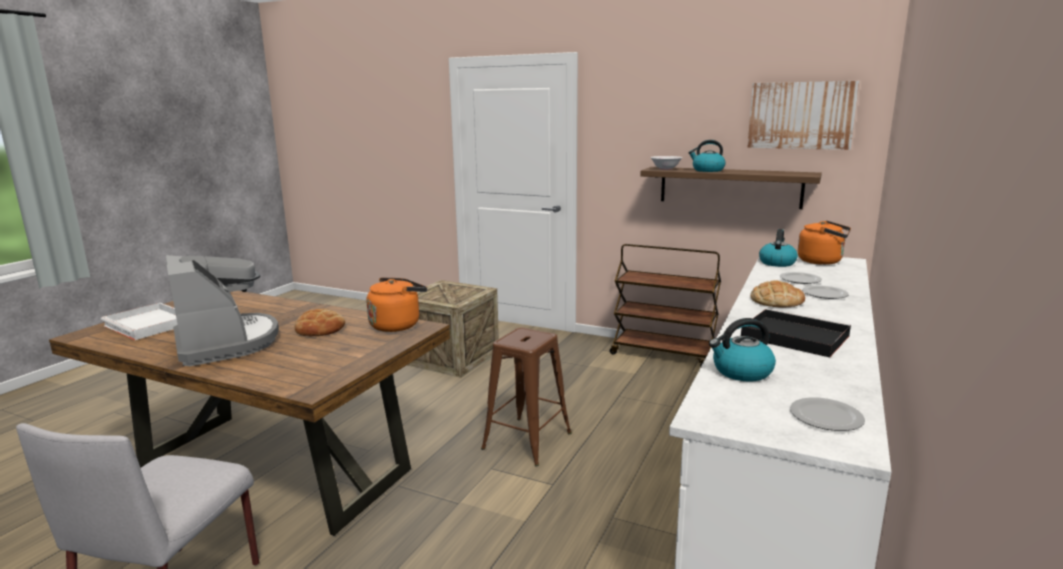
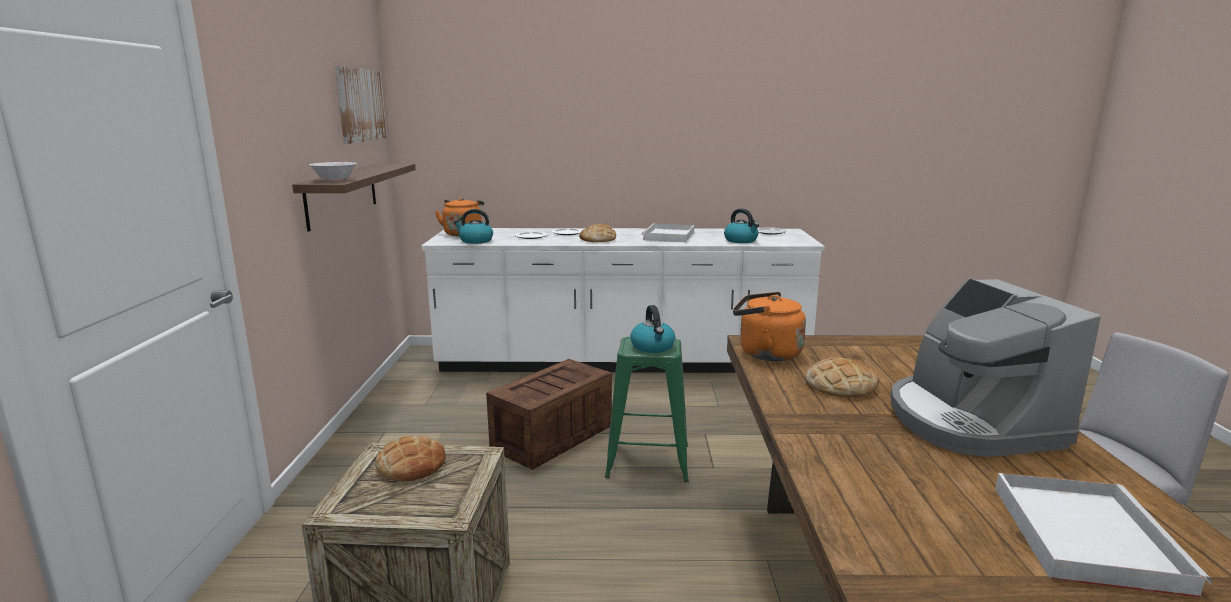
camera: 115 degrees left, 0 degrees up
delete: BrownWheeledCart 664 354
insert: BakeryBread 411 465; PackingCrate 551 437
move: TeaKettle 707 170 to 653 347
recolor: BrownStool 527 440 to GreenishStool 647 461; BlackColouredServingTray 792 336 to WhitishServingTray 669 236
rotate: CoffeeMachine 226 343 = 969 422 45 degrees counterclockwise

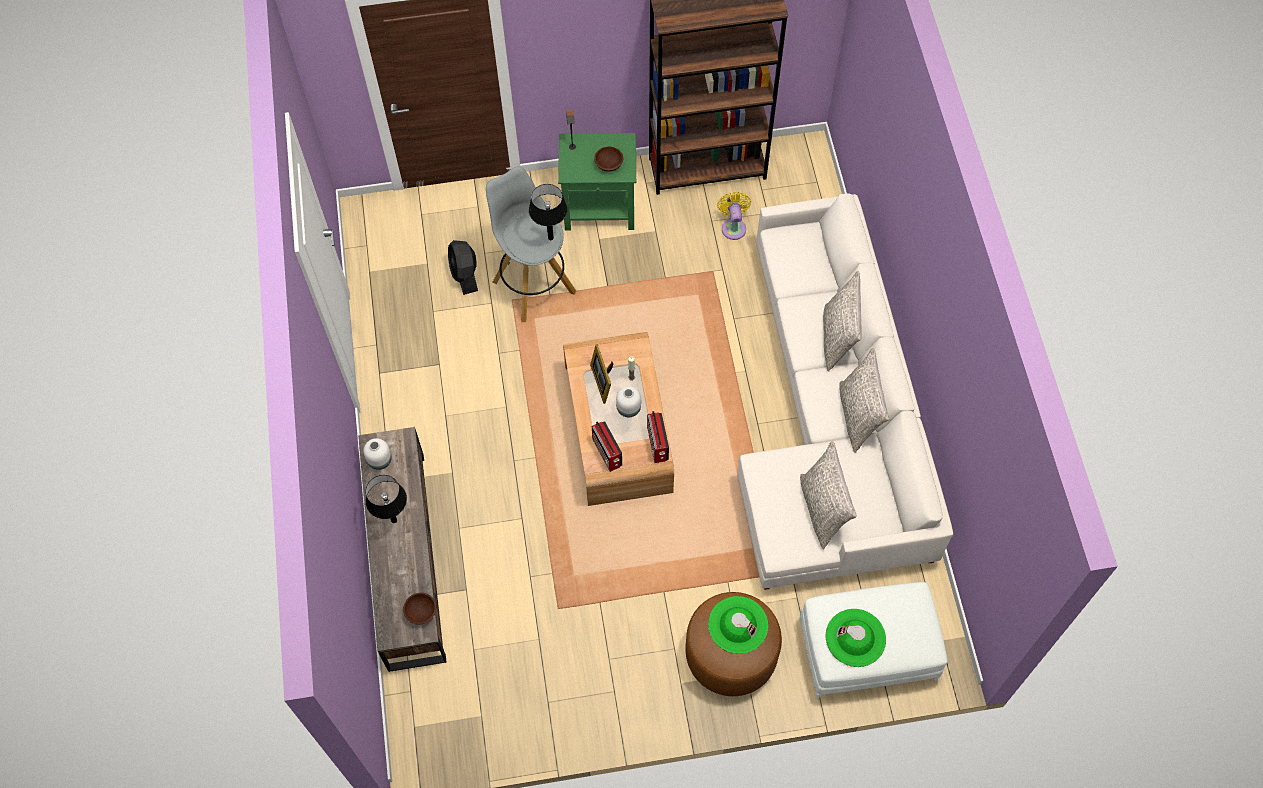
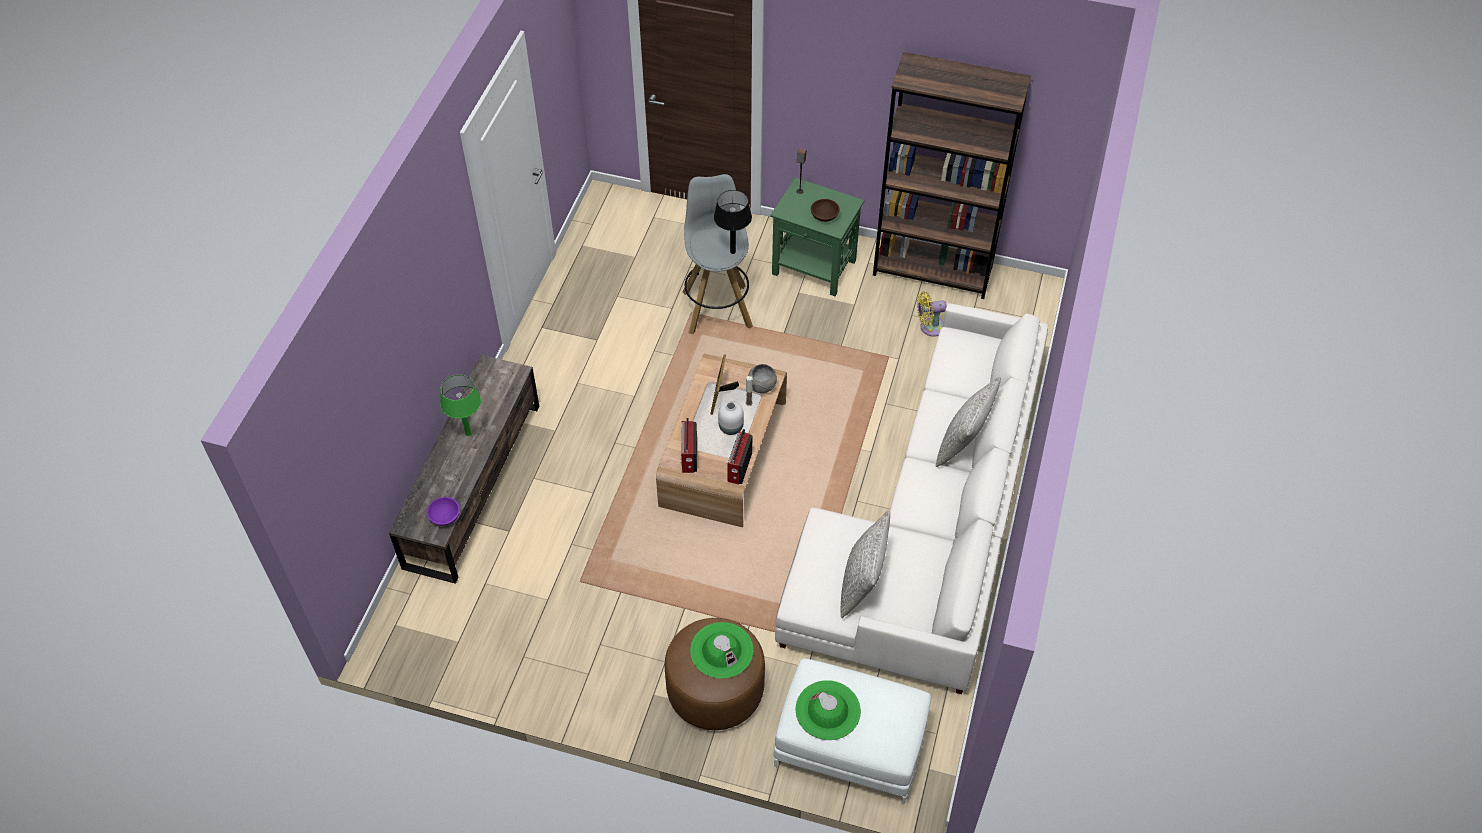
camera: 25 degrees right, 10 degrees down
delete: WhitishFlowerVase 380 461; BlackColouredCoolingFan 465 274; GreyishThrowPillow 858 416
insert: GreyishBowl 761 386
recolor: BrownBowl 421 612 to PurplishBowl 444 517; BlackColouredTableLamp 394 520 to GreenishTableLamp 468 434
rotate: YellowCoolingFan 733 226 = 929 327 120 degrees counterclockwise

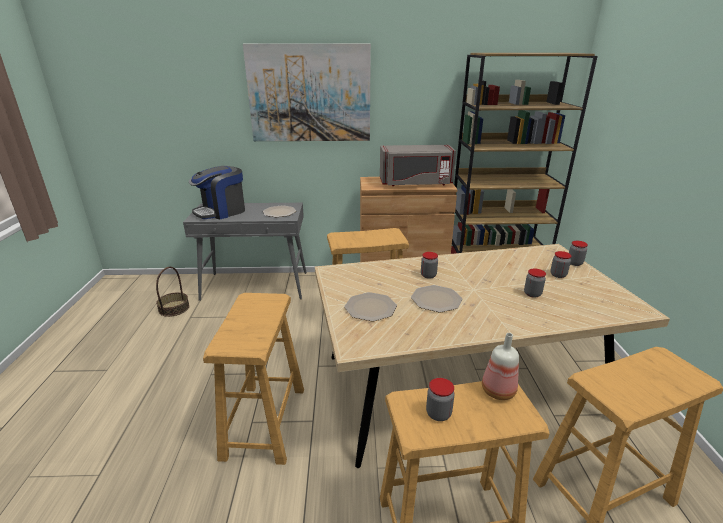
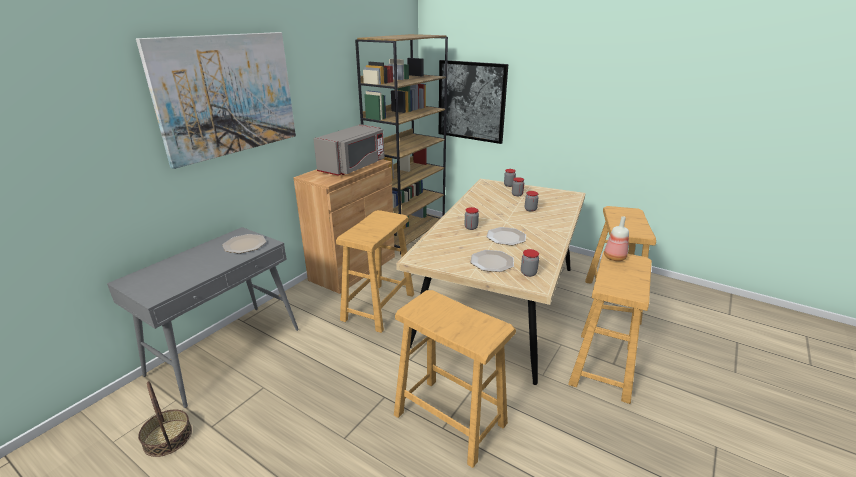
camera: 55 degrees left, 0 degrees up
delete: CoffeeMachine 221 211
insert: WallPicture 471 101
move: PreserveJar 438 413 to 528 273

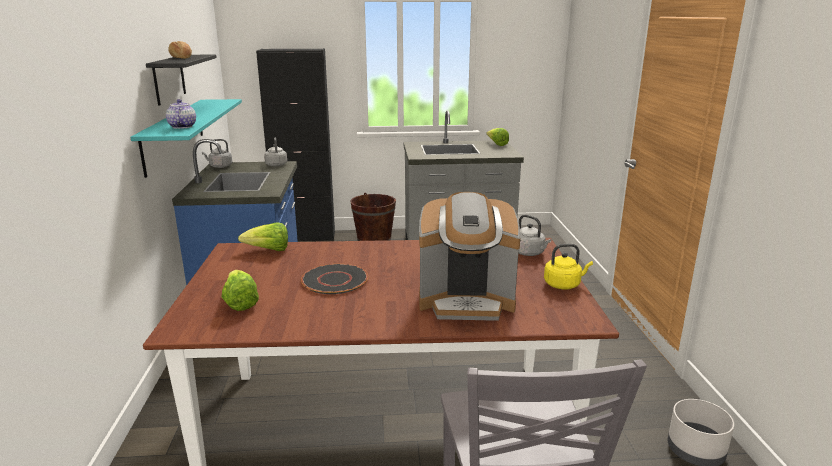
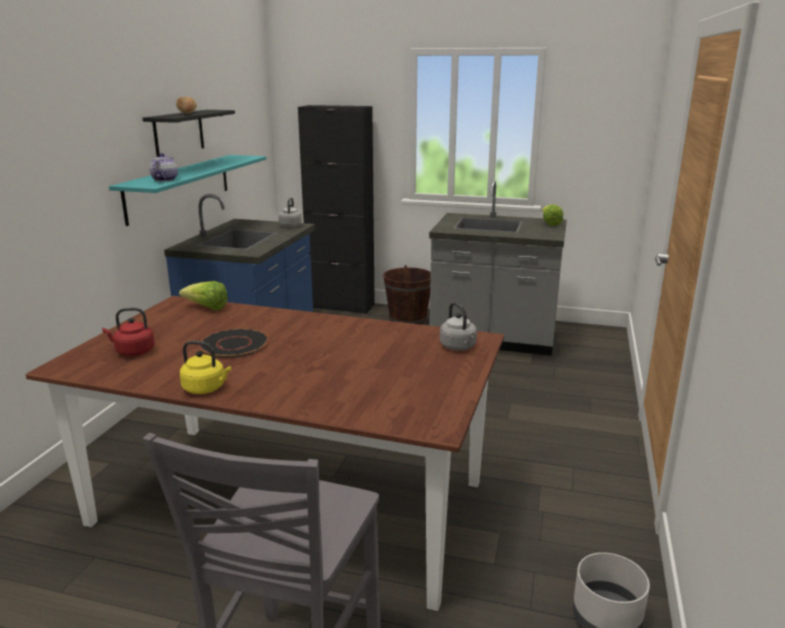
camera: 20 degrees right, 0 degrees up
delete: GreyishTeaKettle 219 166; CoffeeMachine 466 301
move: YellowTeaKettle 564 284 to 206 388
replace: HeadOfLettuce 240 303 to RedTeaKettle 133 352

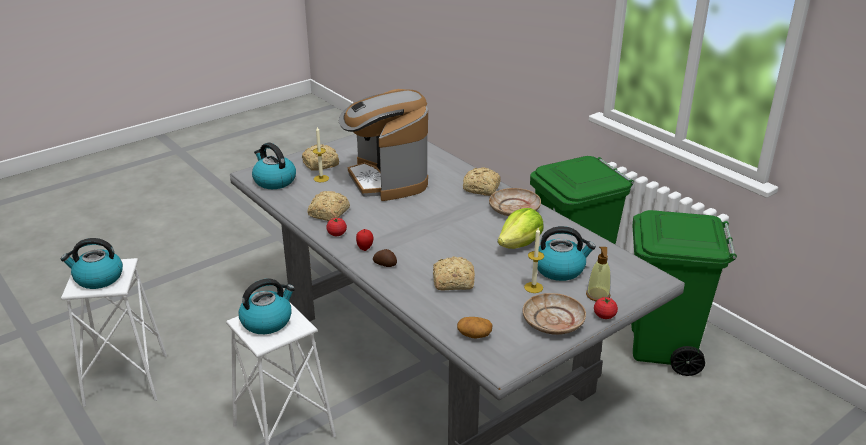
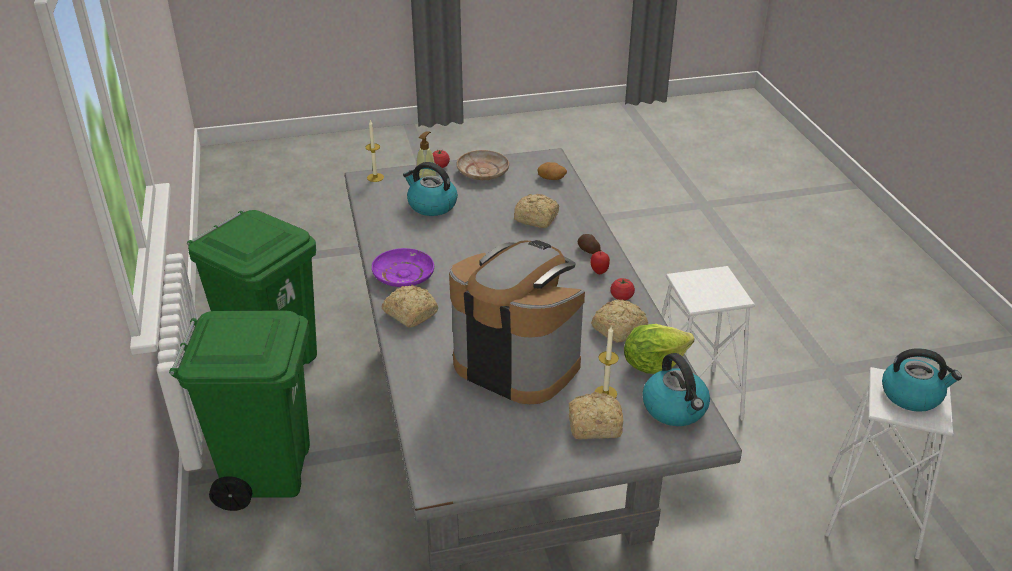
camera: 155 degrees left, 5 degrees up
delete: TeaKettle 267 321
move: Candle 533 287 to 375 177; HeadOfLettuce 520 244 to 653 364
recolor: BeigePlate 514 209 to PurplishPlate 403 275
rotate: CoffeeMachine 387 180 = 516 362 60 degrees counterclockwise

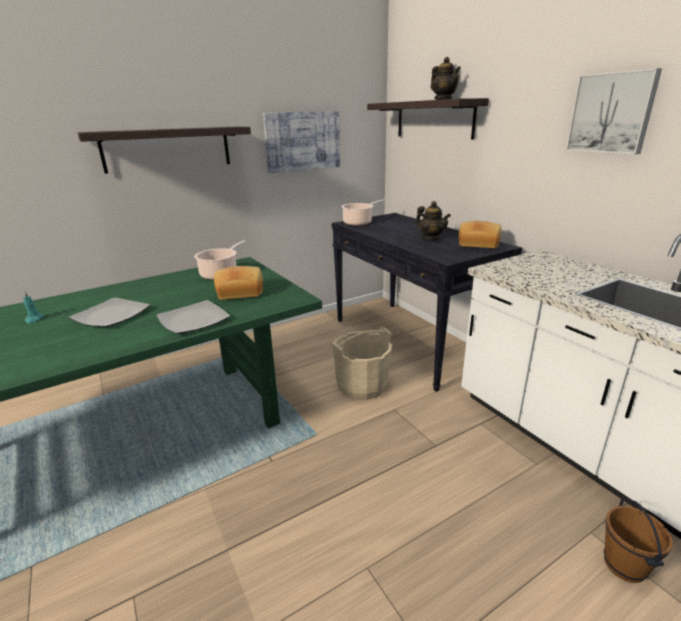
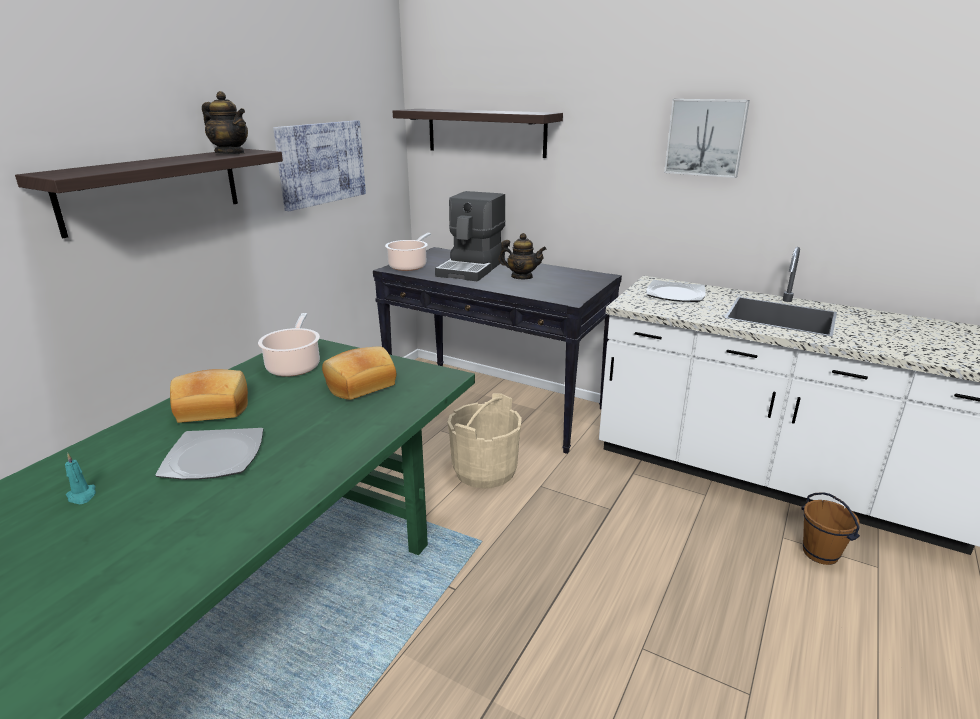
camera: 30 degrees left, 0 degrees up
insert: CoffeeMachine 472 268
move: BakeryBread 478 244 to 213 408; Teapot 443 100 to 230 153; Plate 193 320 to 674 294

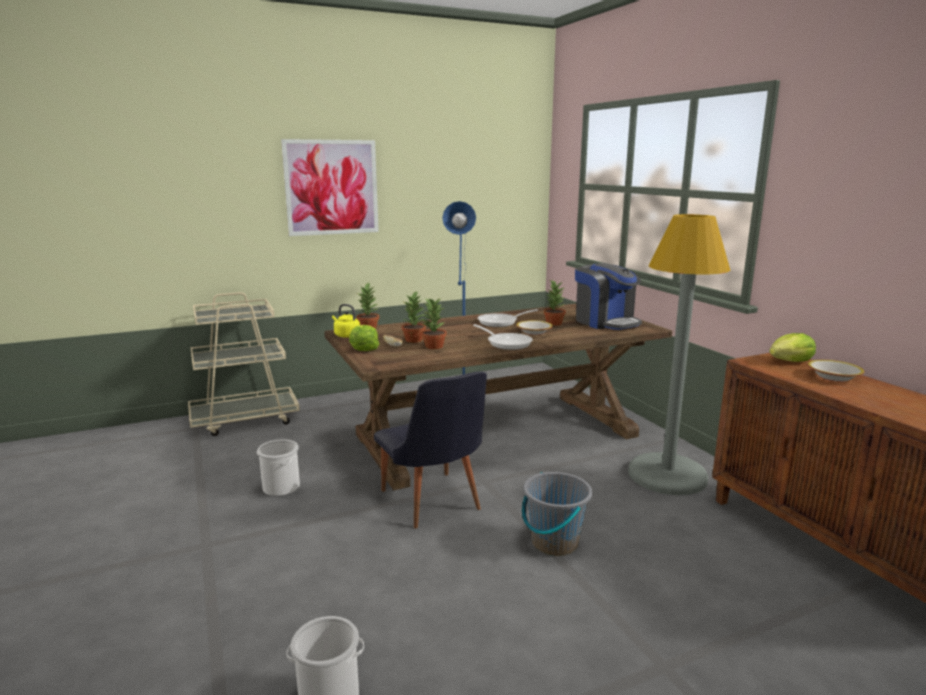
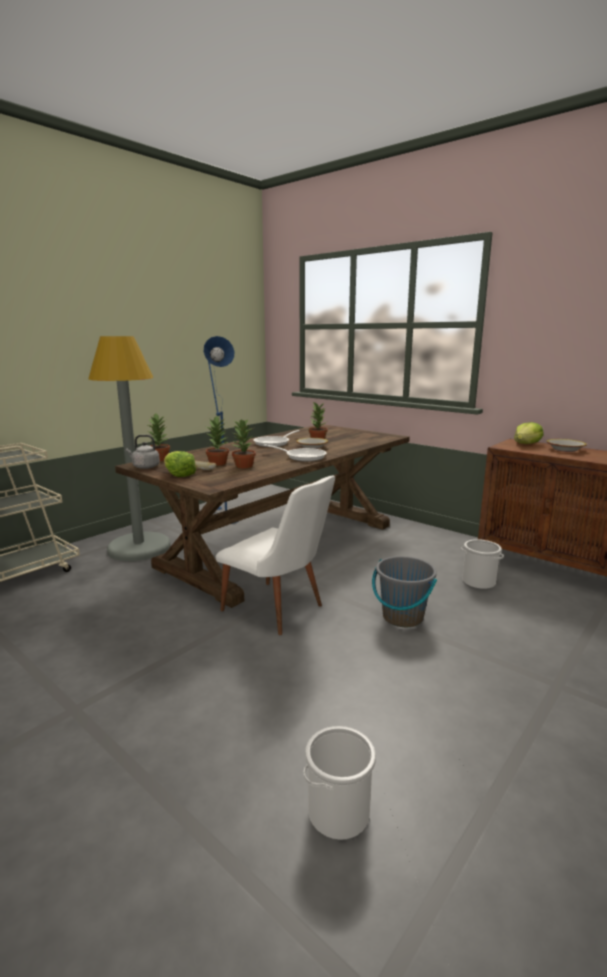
camera: 25 degrees left, 0 degrees up
delete: WallPicture 331 187; CoffeeMachine 605 322
move: GreyishFloorLamp 667 475 to 139 548; Pail 281 488 to 479 582
recolor: YellowTeaKettle 346 335 to GreyishTeaKettle 144 467; BlackColouredUprightChair 434 504 to WhitishUprightChair 279 611

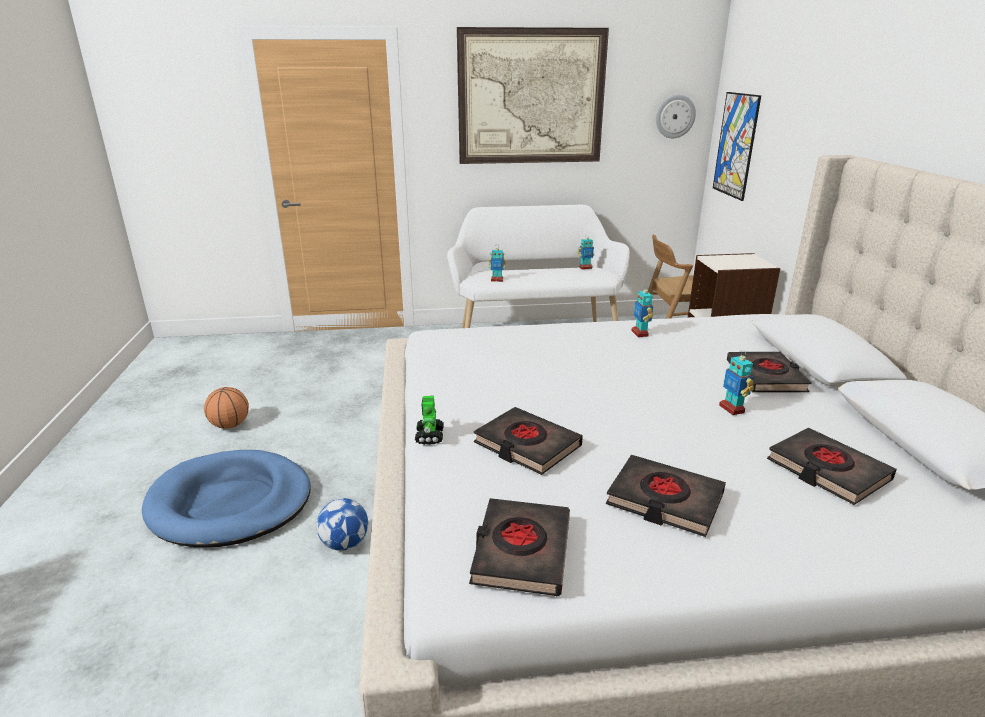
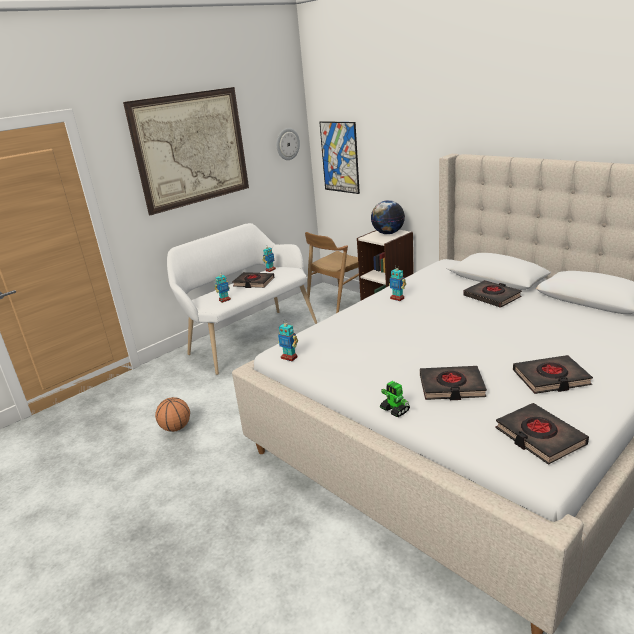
camera: 35 degrees left, 0 degrees up
delete: BlueColouredDogCushion 230 503; Football 344 543
insert: WorldGlobe 388 233
move: BallForBasketball 230 425 to 176 428; BlackColouredBoundBook 827 470 to 253 282; ModelRobot 732 409 to 289 357

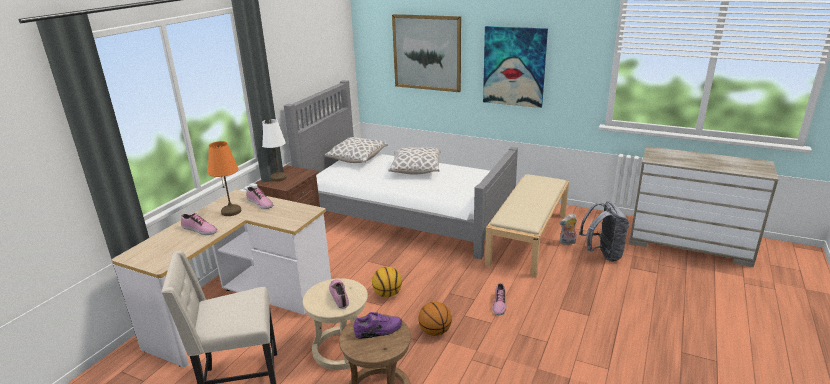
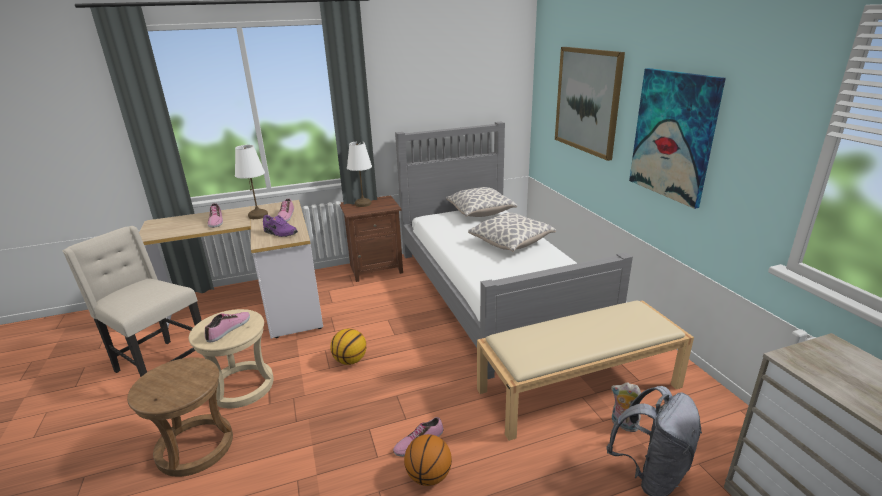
camera: 45 degrees right, 0 degrees up
move: PurplishItemOfFootwear 378 331 to 280 233; BallForBasketball 435 331 to 429 476
recolor: OrangeColouredTableLamp 231 211 to WhitishTableLamp 258 215

